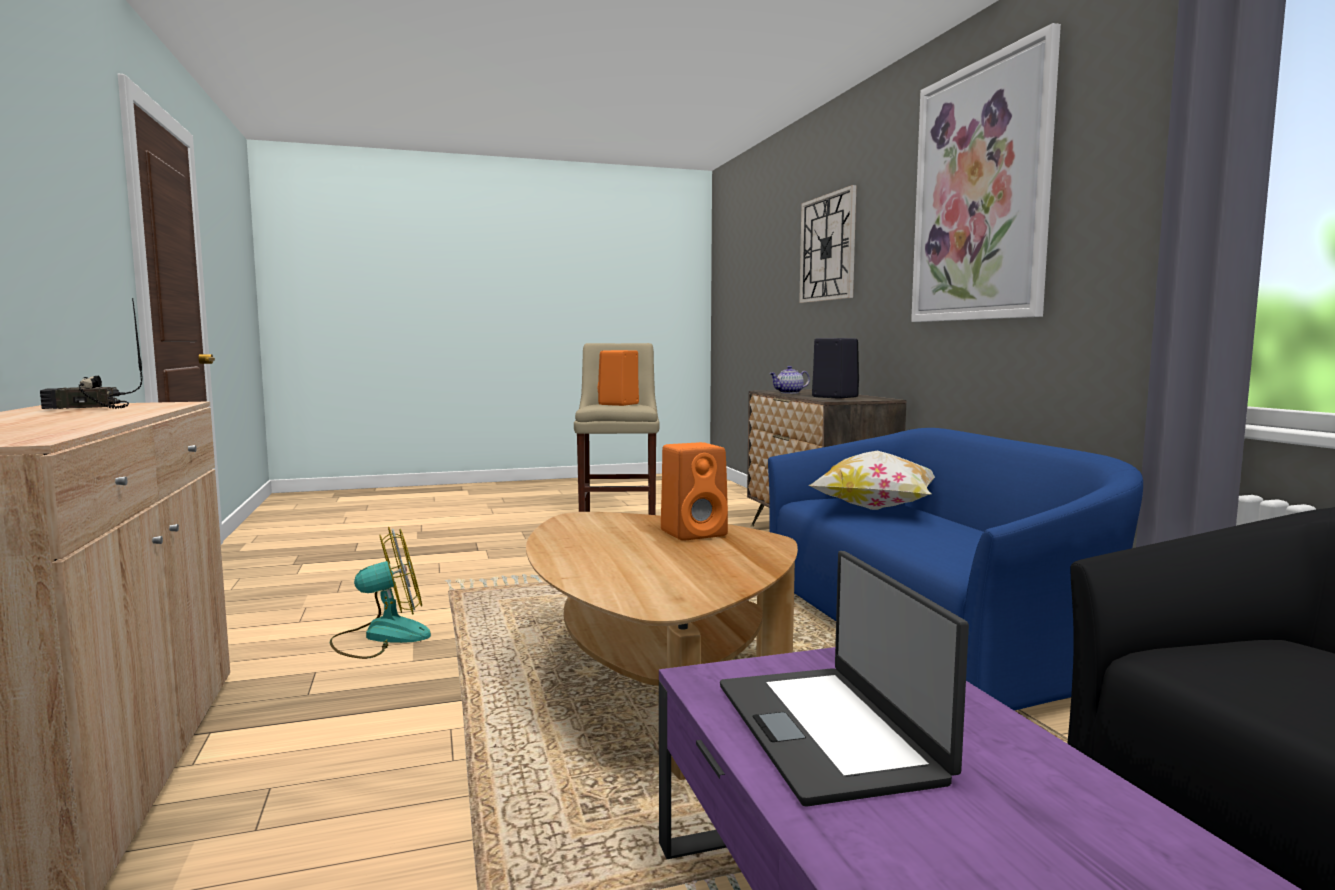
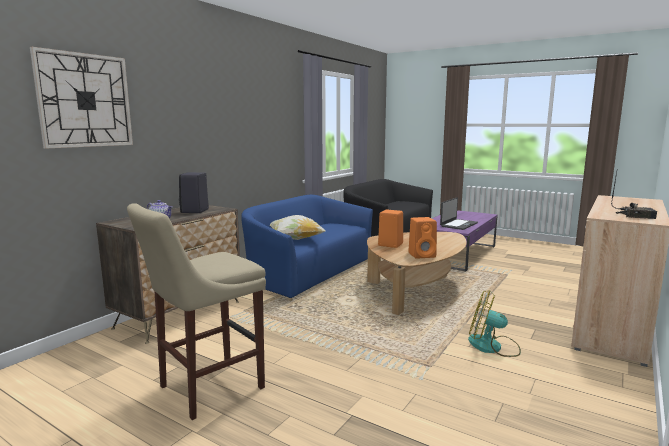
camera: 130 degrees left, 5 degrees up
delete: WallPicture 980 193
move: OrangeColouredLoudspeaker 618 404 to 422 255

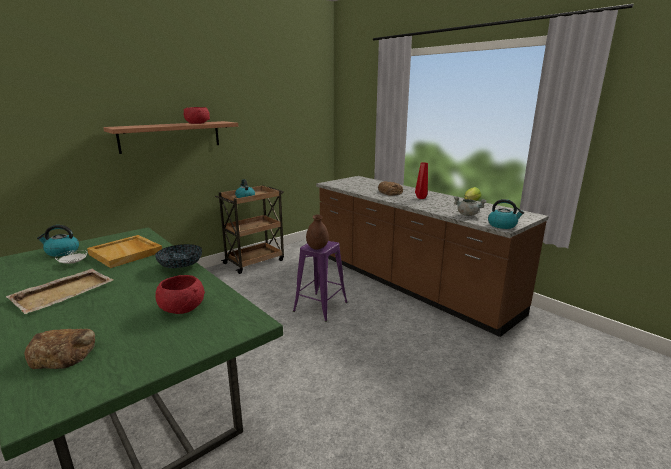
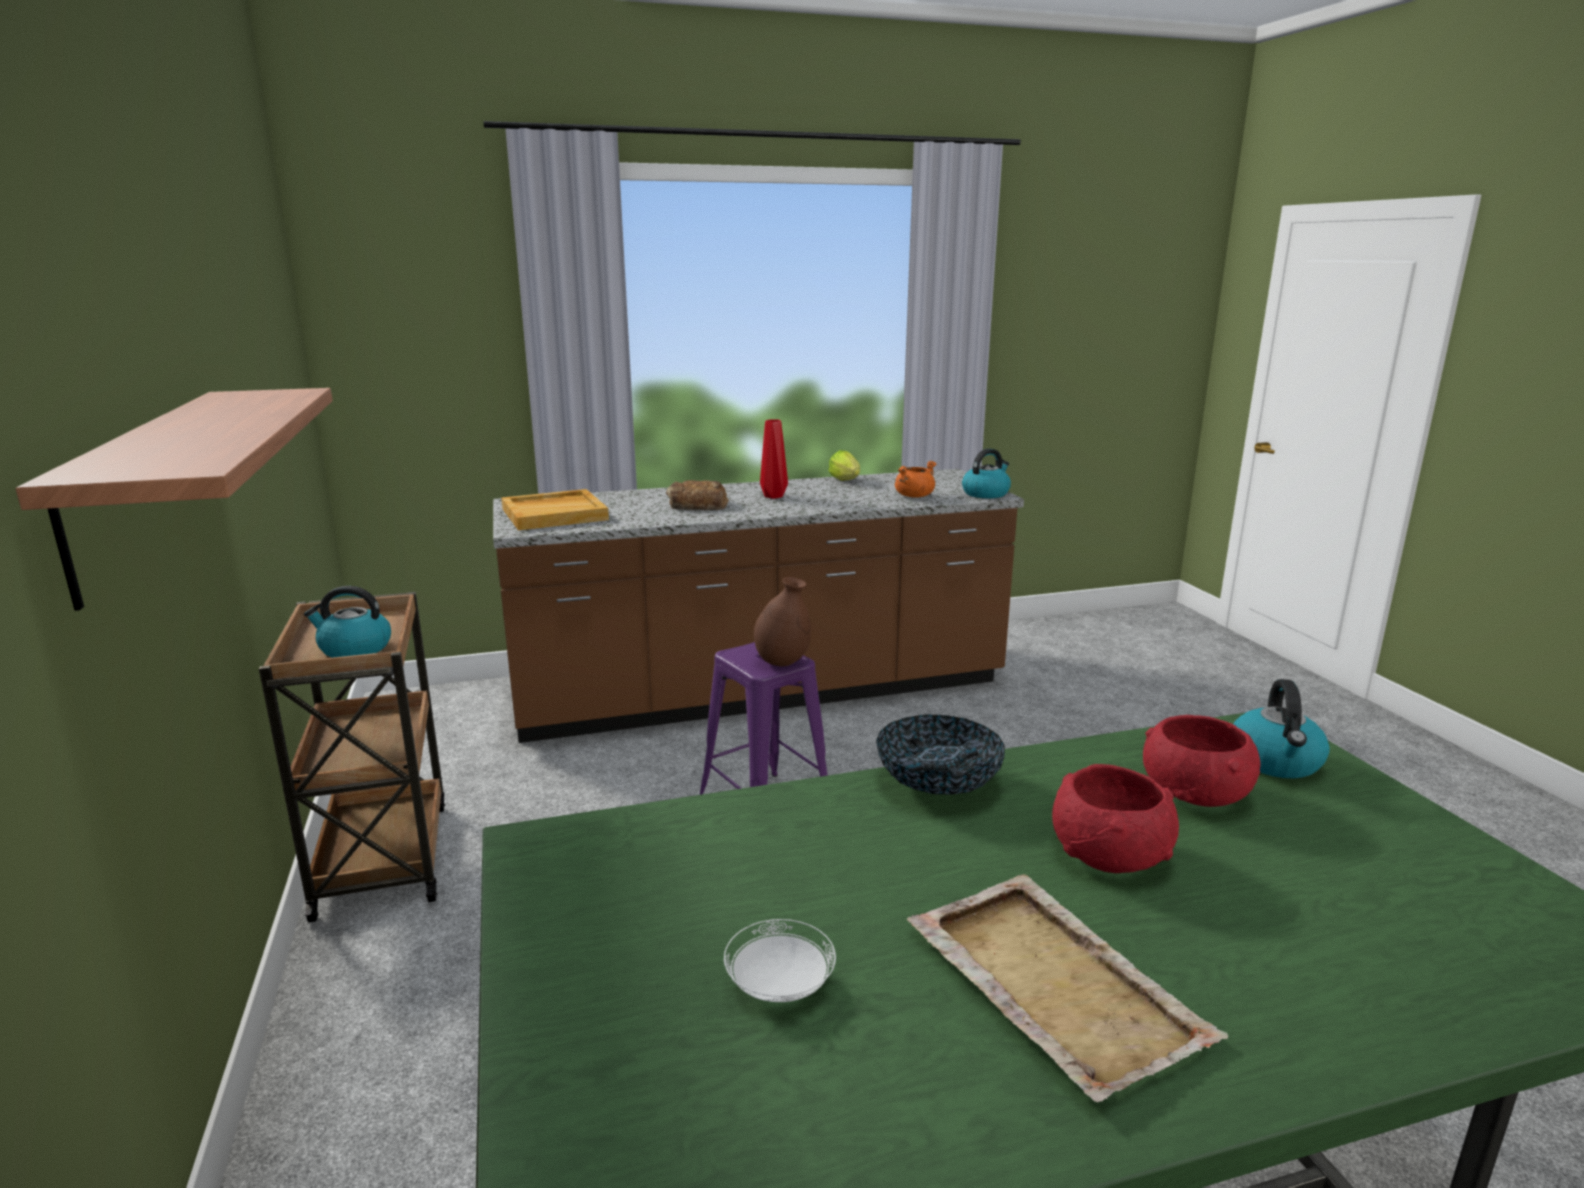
camera: 65 degrees left, 0 degrees up
delete: BakeryBread 63 353
move: BeigeServingTray 126 253 to 555 514; RedBowl 197 123 to 1109 853; TeaKettle 62 252 to 1275 762
recolor: GreyishStockpot 468 215 to OrangeColouredStockpot 914 496

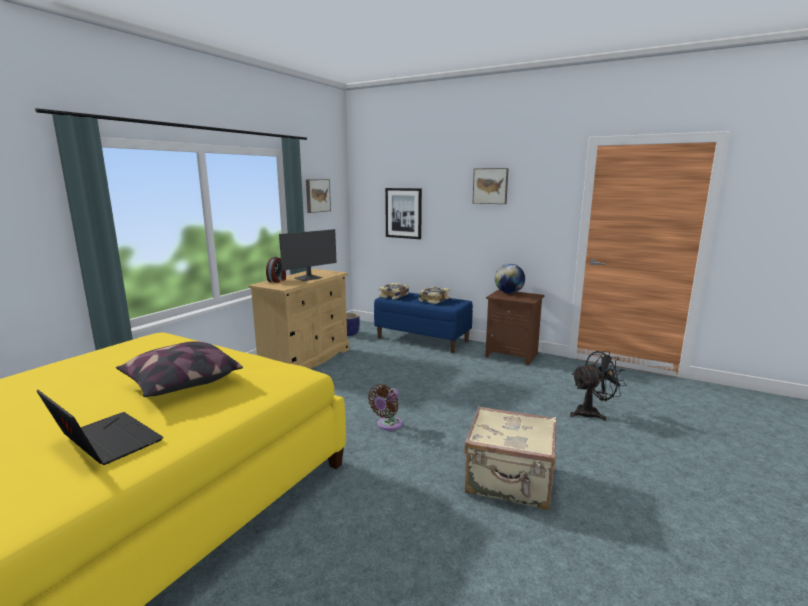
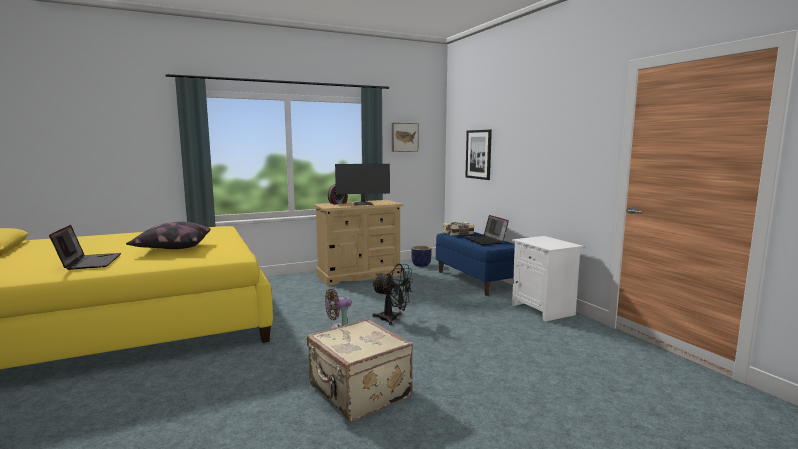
camera: 35 degrees right, 5 degrees down
delete: WallPicture 490 186; WorldGlobe 509 293
move: BlackColouredCoolingFan 592 413 to 393 319
replace: BoundBook 433 300 to Laptop 486 241
recolor: BrownNightstand 512 355 to WhitishNightstand 544 310

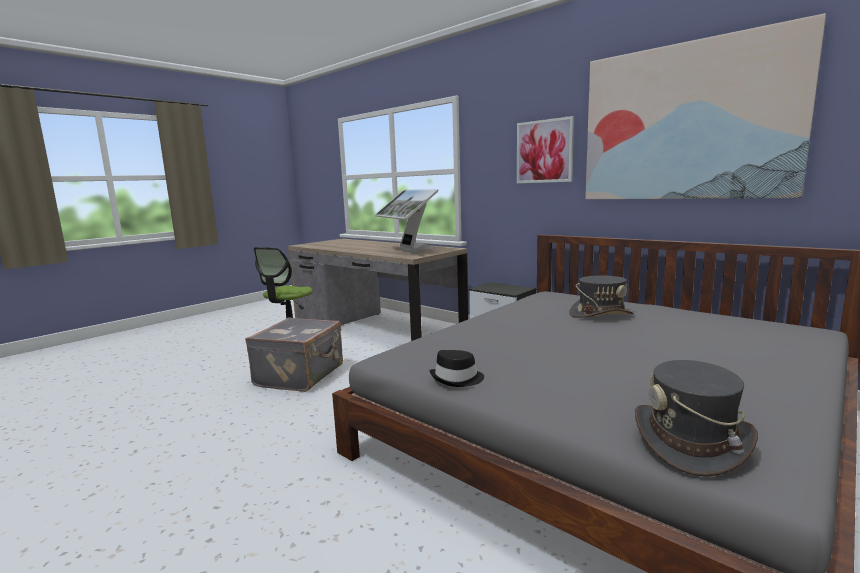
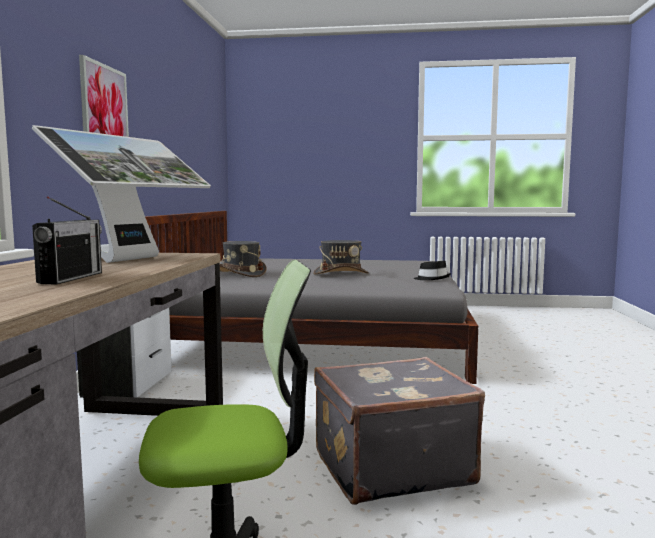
camera: 125 degrees left, 5 degrees down
delete: WallPicture 686 122
insert: RadioSet 71 278
move: GreyishHat 691 442 to 341 273

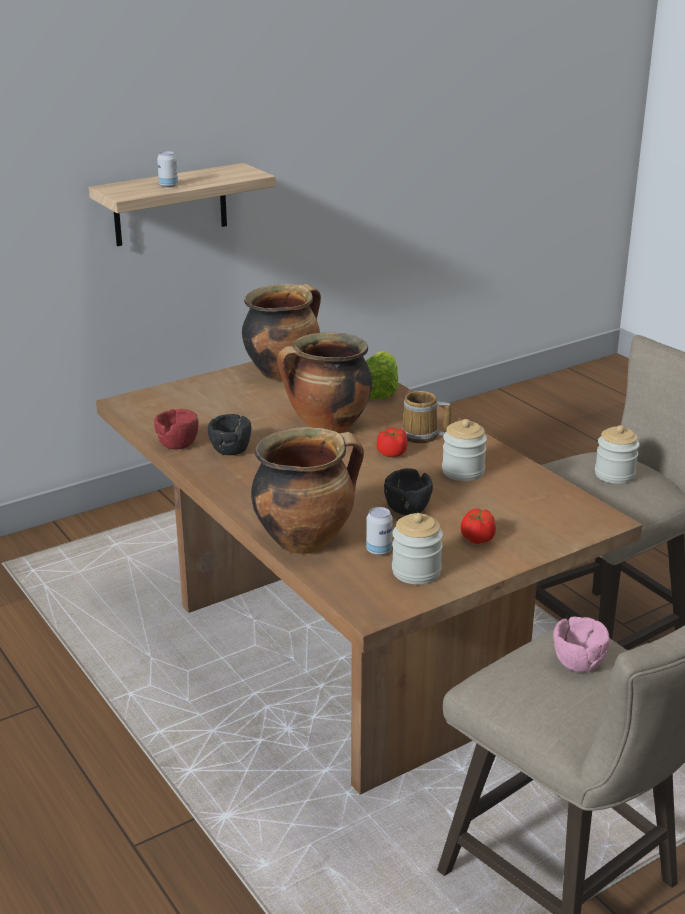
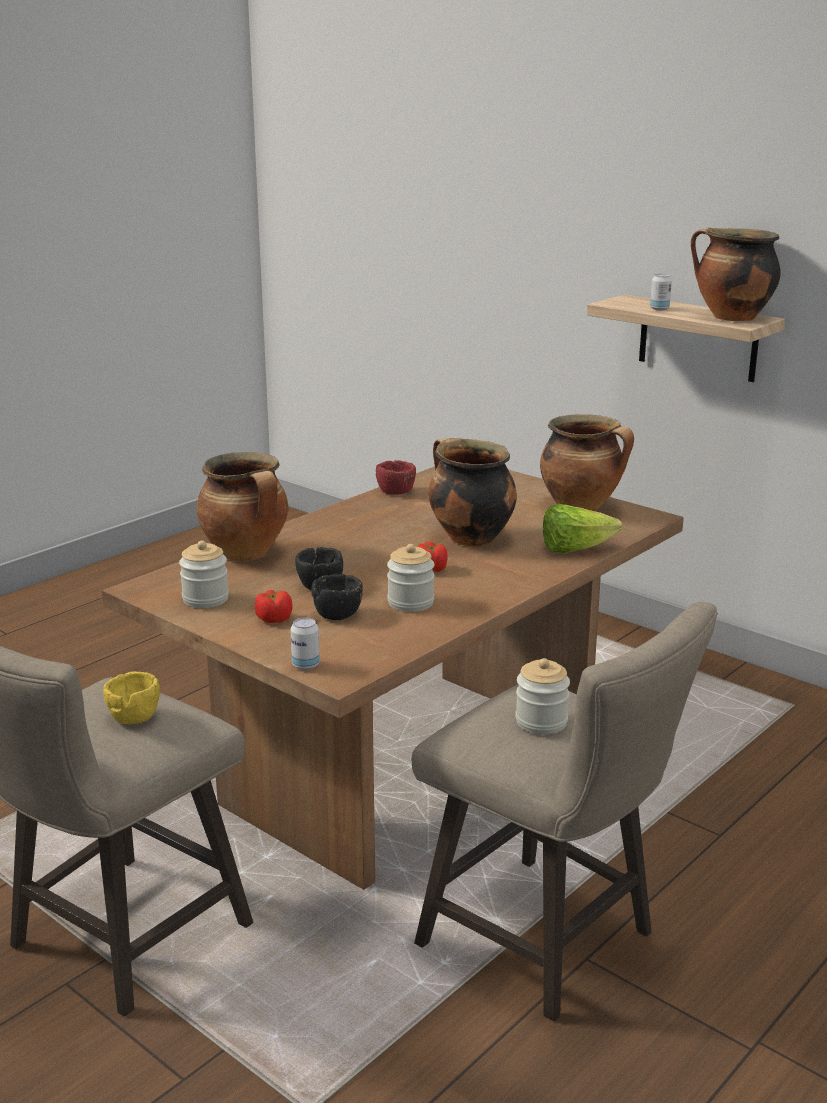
camera: 75 degrees right, 5 degrees down
delete: CoffeeMug 422 436
insert: Stockpot 731 318
move: MetalCan 379 550 to 305 665; BlackColouredBowl 230 450 to 337 614
recolor: PinkColouredBowl 578 662 to YellowBowl 134 716

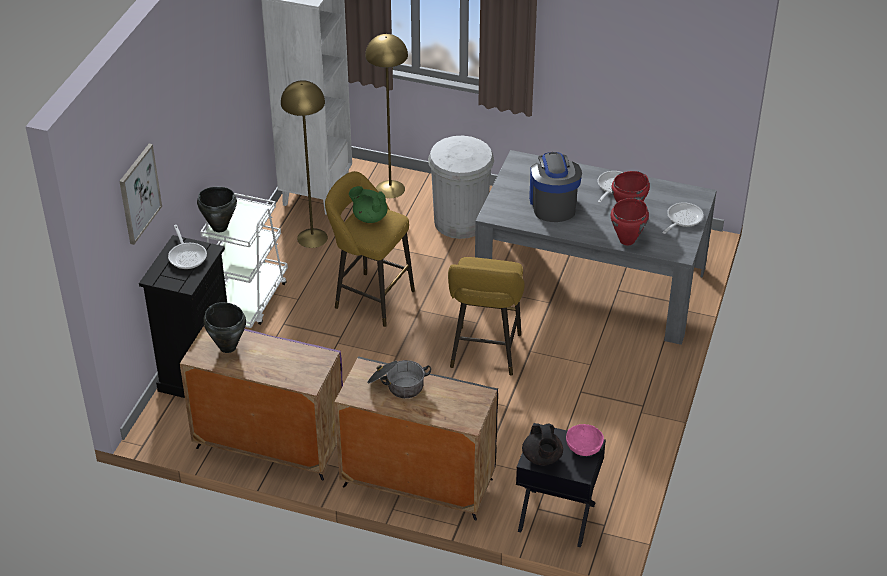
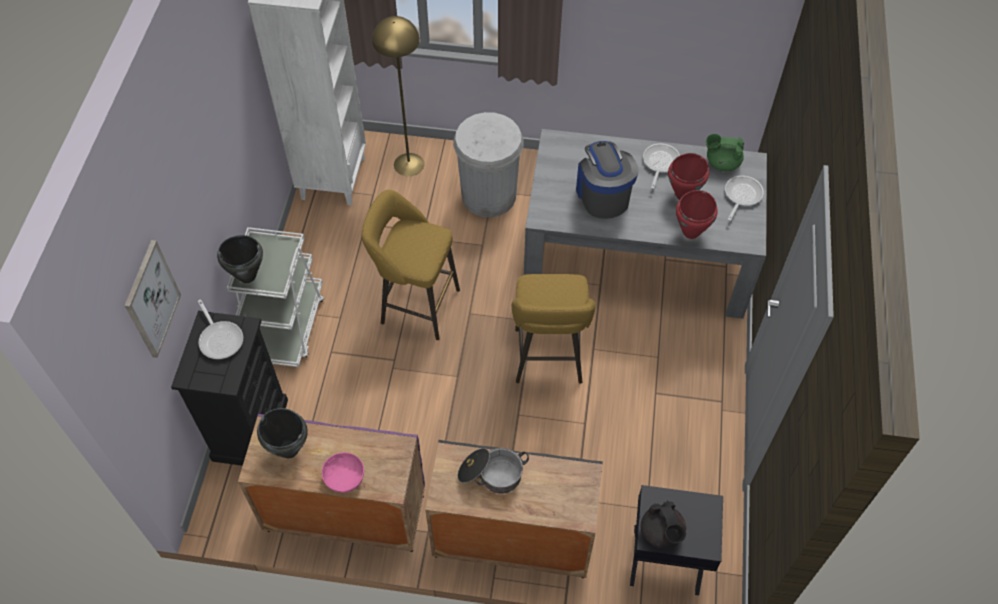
camera: 10 degrees left, 15 degrees up
delete: YellowFloorLamp 312 238
move: PinkColouredBowl 583 447 to 344 478; GreenishTeapot 369 217 to 721 163

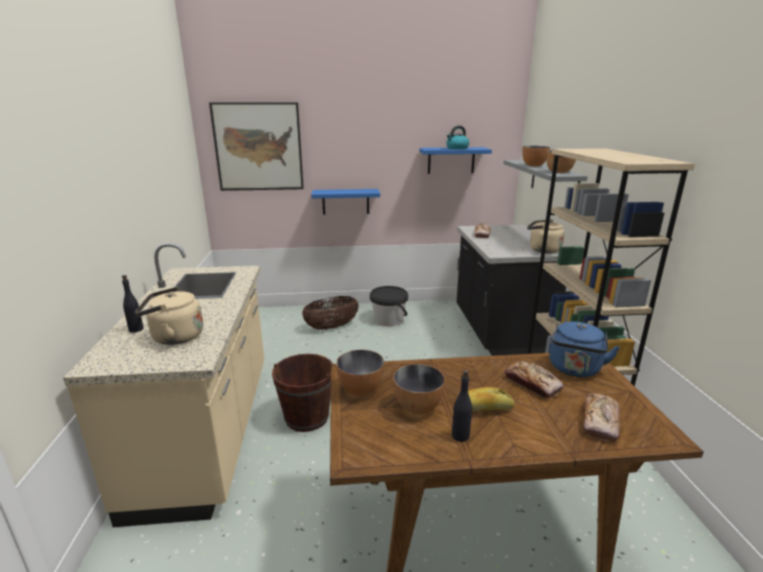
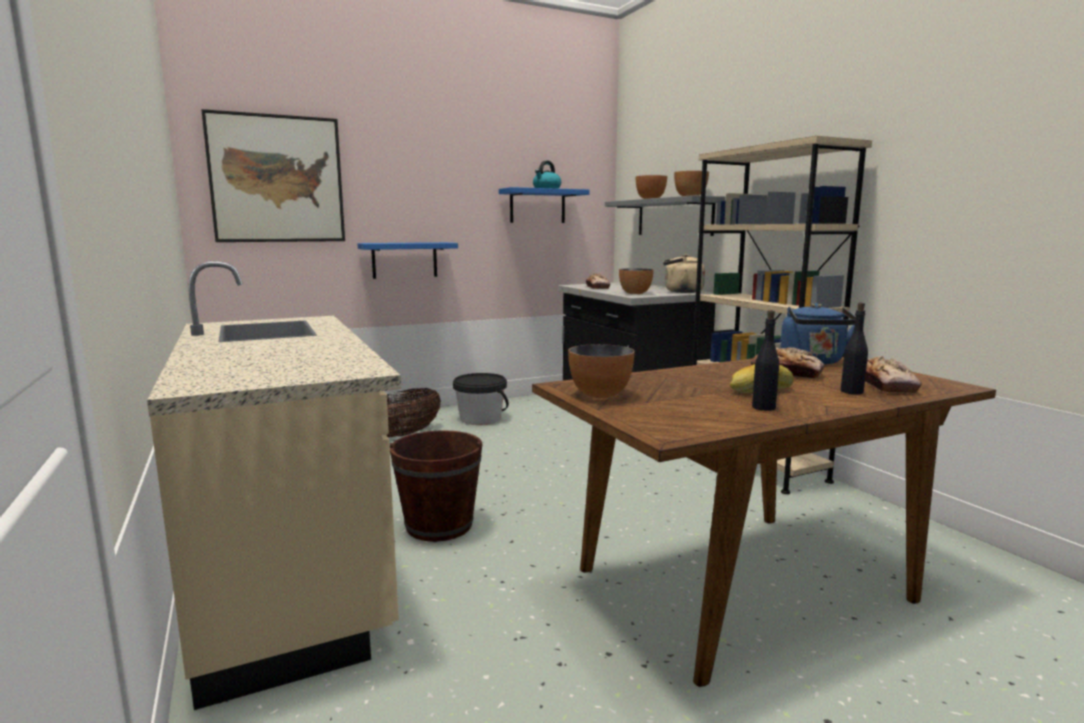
camera: 20 degrees left, 10 degrees down
delete: BeigeTeaKettle 174 337
move: Bowl 418 407 to 635 293; BlackColouredBottle 136 329 to 851 391

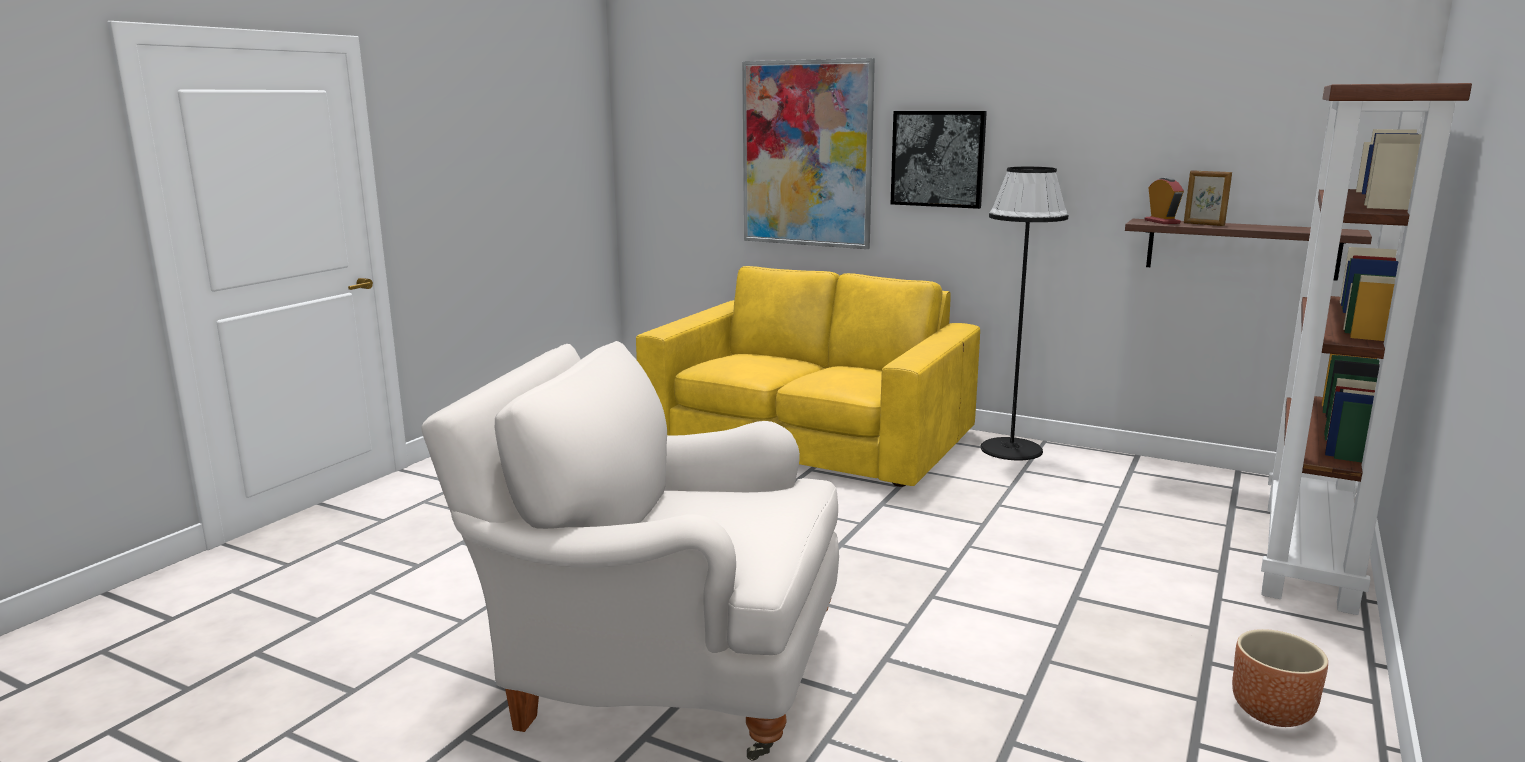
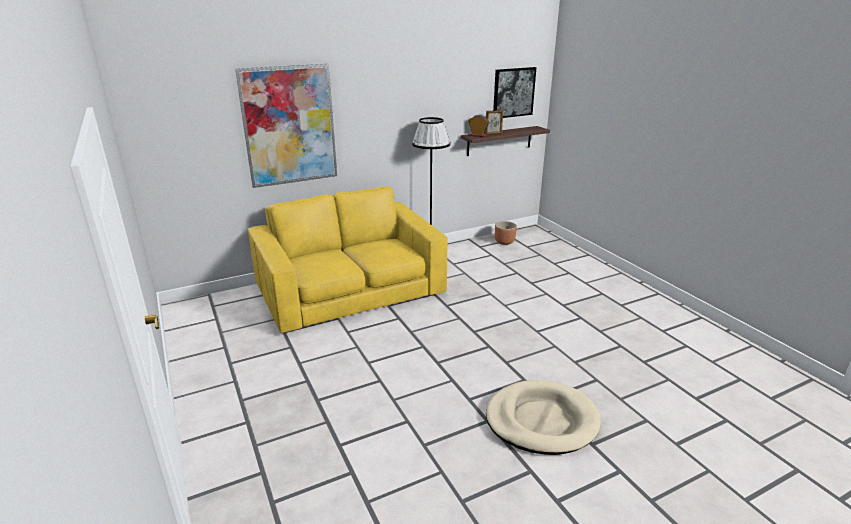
camera: 55 degrees left, 10 degrees up
delete: BrownShelvingUnit 1310 555
move: WallPicture 938 159 to 513 92; BrownFlowerPot 1272 712 to 504 242
replace: WhitishEasyChair 661 669 to BeigeDogCushion 541 420

